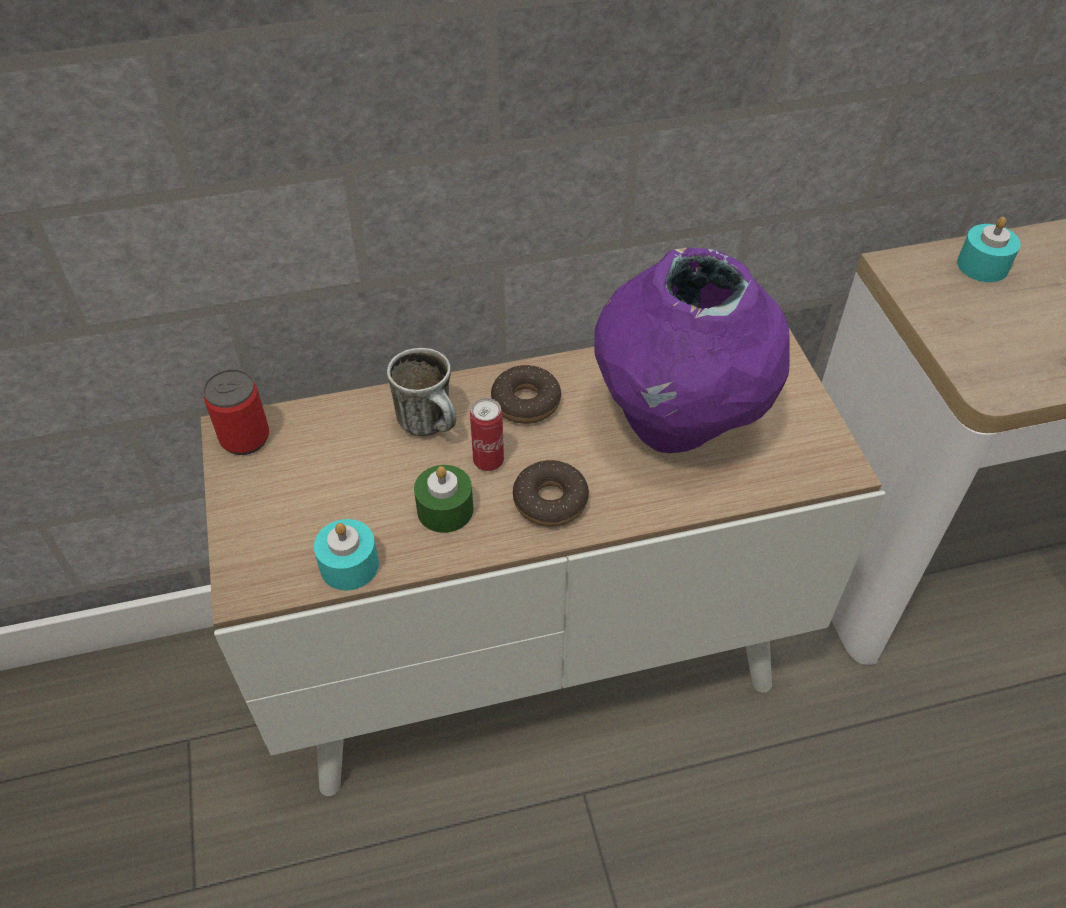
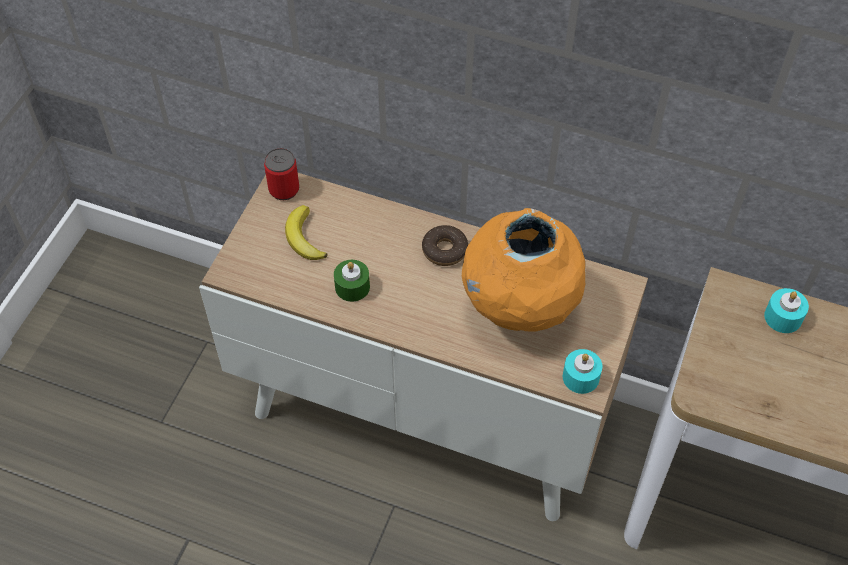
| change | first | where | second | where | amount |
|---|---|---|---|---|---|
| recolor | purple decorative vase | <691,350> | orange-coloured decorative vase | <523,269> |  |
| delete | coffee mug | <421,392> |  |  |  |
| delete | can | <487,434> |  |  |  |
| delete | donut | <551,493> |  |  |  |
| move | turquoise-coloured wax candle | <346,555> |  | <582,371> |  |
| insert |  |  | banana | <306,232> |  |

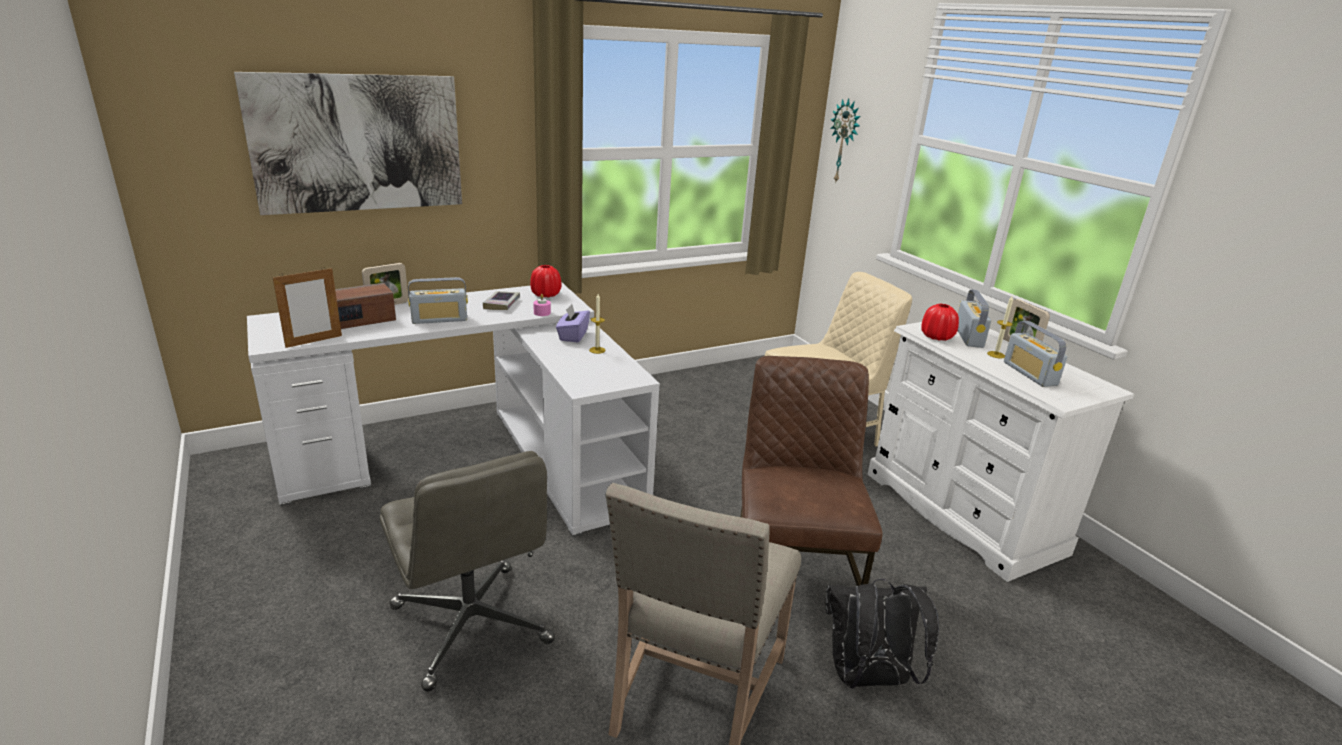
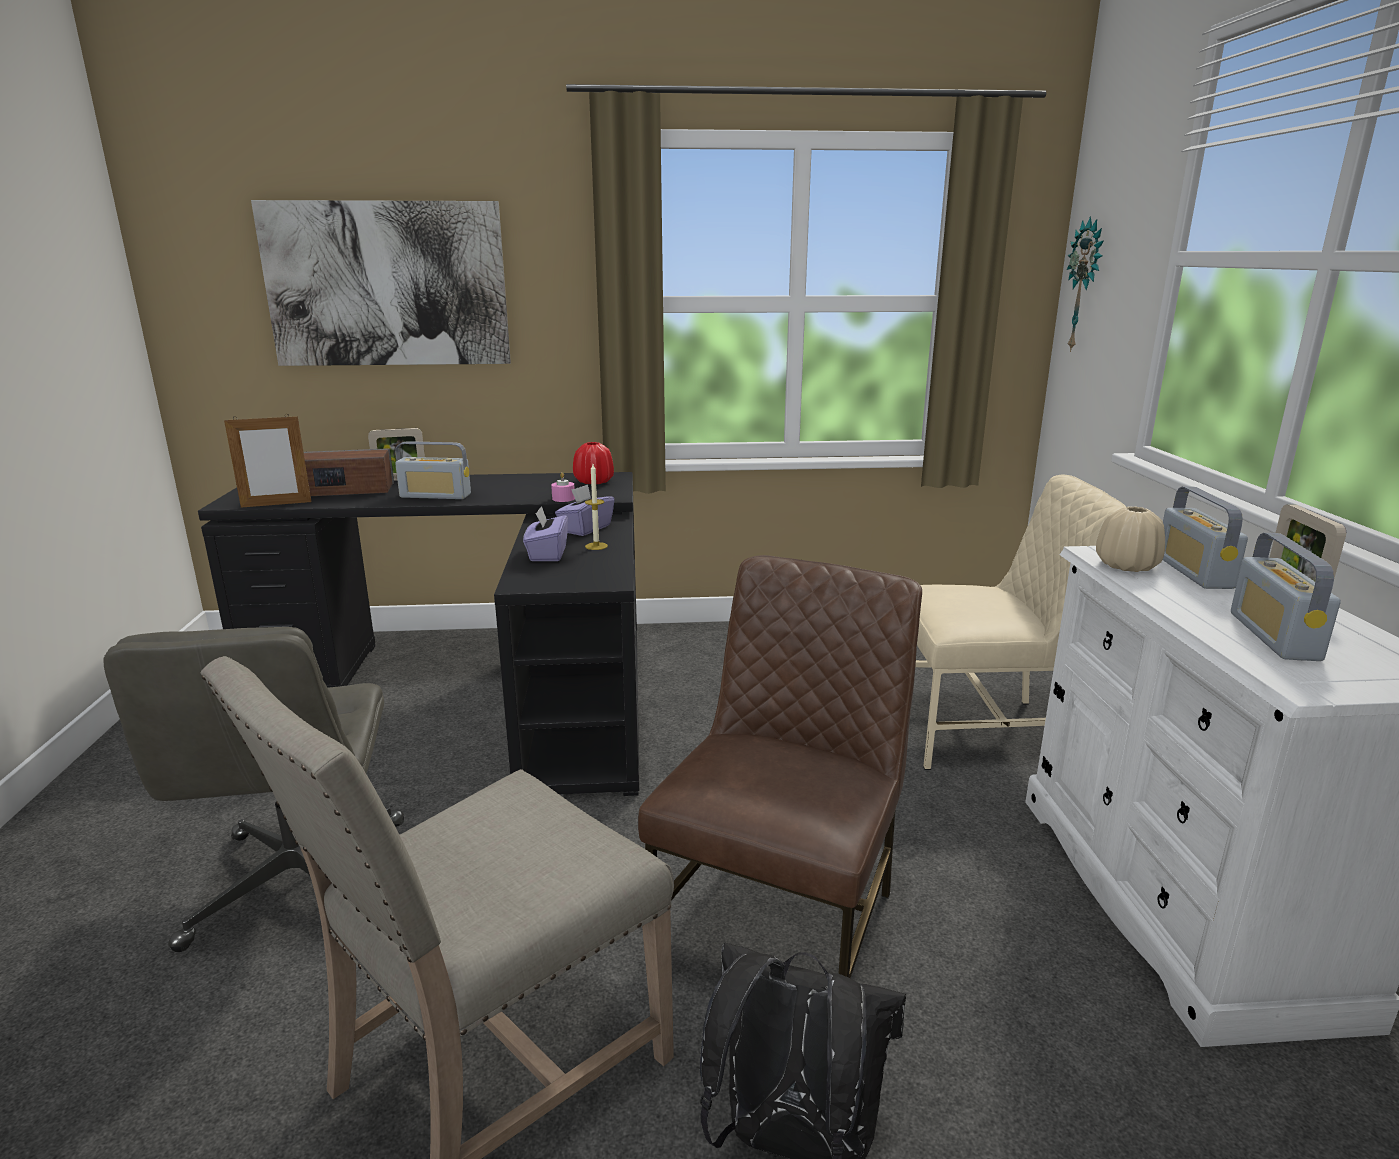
| change | first | where | second | where | amount |
|---|---|---|---|---|---|
| recolor | whitish desk | <453,409> | black-coloured desk | <418,634> |  |
| rotate | radio receiver | <974,318> |  | <1205,538> | 150 degrees clockwise |
| delete | book | <501,300> |  |  |  |
| delete | wax candle | <1000,327> |  |  |  |
| recolor | red-coloured decorative vase | <940,322> | sand-coloured decorative vase | <1130,539> |  |
| insert |  |  | purple box of tissues | <545,533> |  |

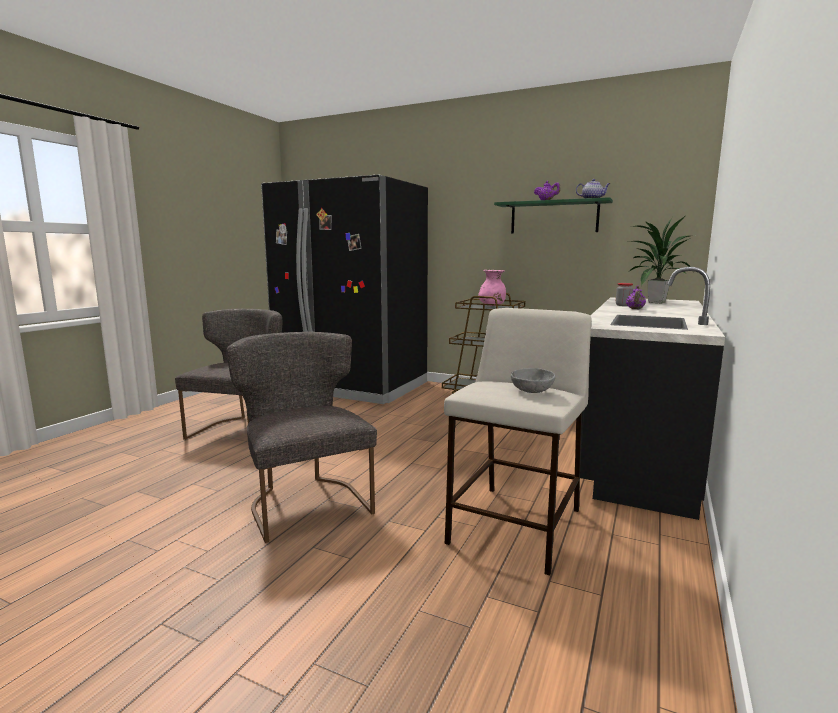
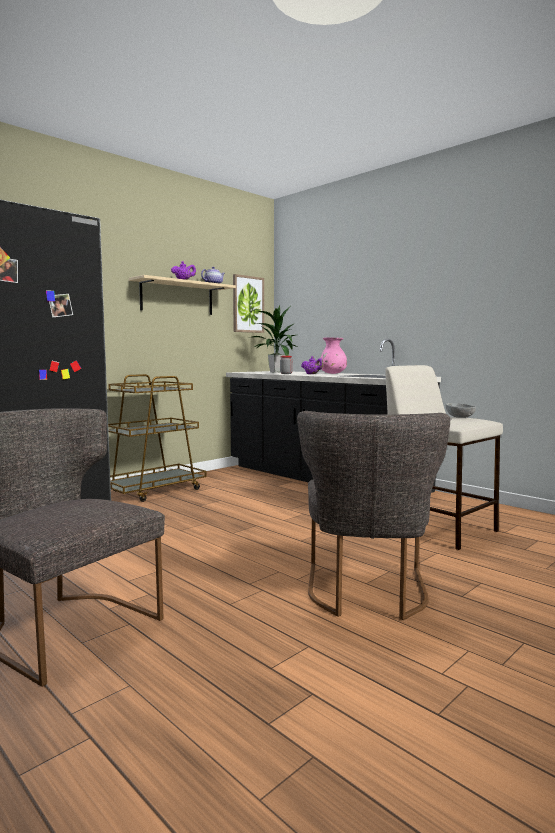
| change | first | where | second | where | amount |
|---|---|---|---|---|---|
| recolor | greenish bracket shelf | <553,215> | sand-coloured bracket shelf | <182,295> |  |
| move | pinkish decorative vase | <492,288> |  | <333,355> |  |
| rotate | gray upright chair | <301,437> |  | <373,515> | 75 degrees counterclockwise |
| insert |  |  | picture | <248,303> |  |

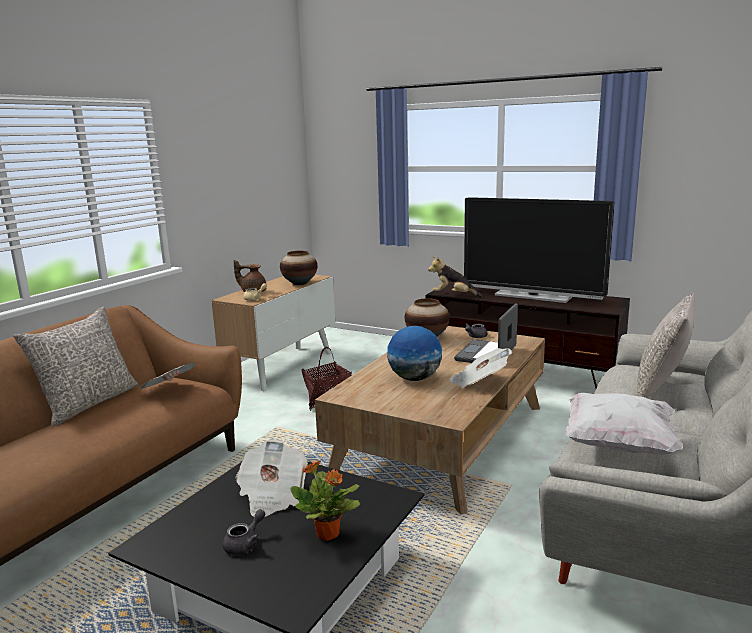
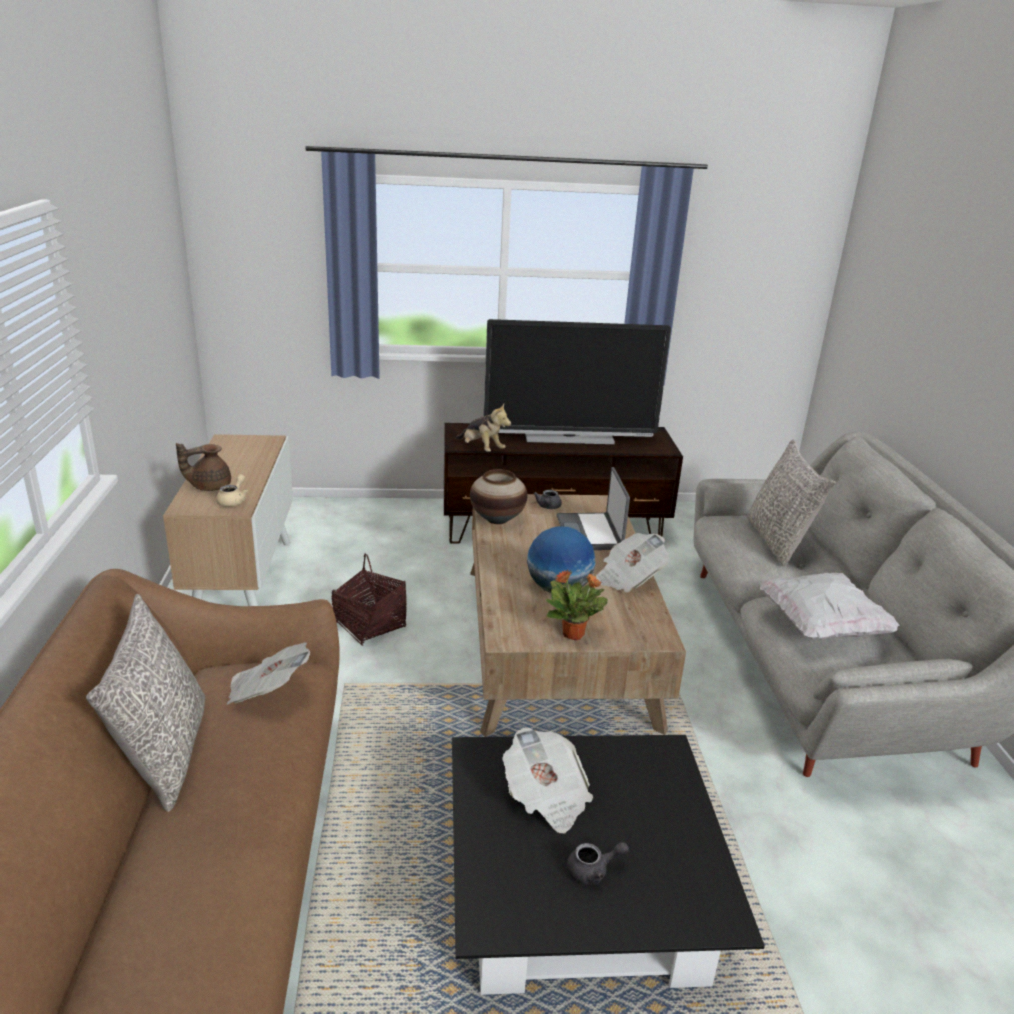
| change | first | where | second | where | amount |
|---|---|---|---|---|---|
| delete | decorative vase | <298,268> |  |  |  |
| rotate | plush toy | <455,276> |  | <483,428> | 120 degrees counterclockwise |
| move | potted plant | <325,500> |  | <577,605> |  |
| rotate | gray pot for tea | <244,532> |  | <598,863> | 75 degrees clockwise |

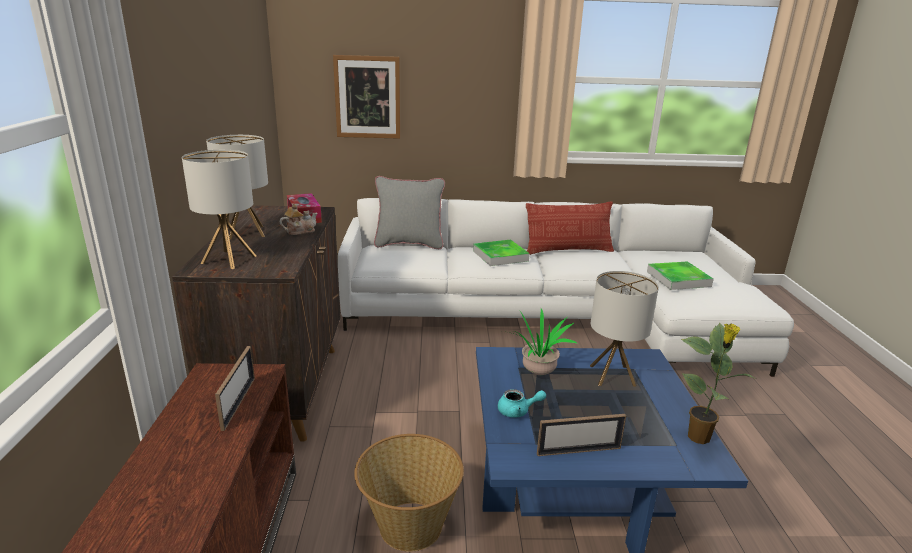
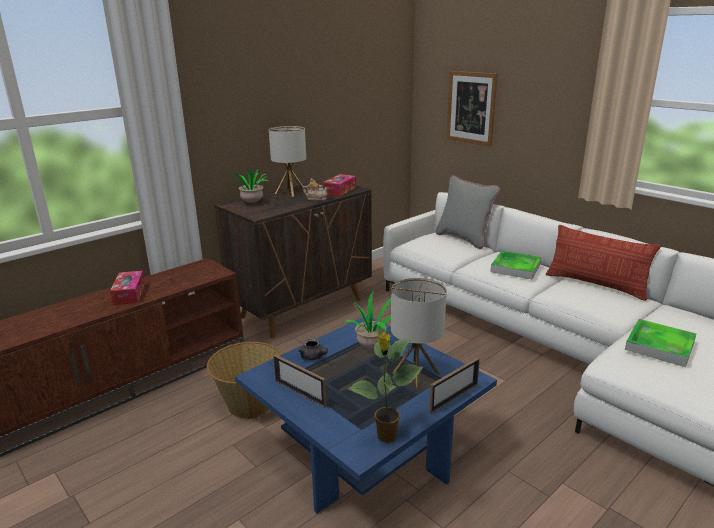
| change | first | where | second | where | amount |
|---|---|---|---|---|---|
| replace | table lamp | <219,209> | potted plant | <248,185> |  |
| move | standing frame | <235,388> |  | <454,385> |  |
| recolor | turquoise-coloured pot for tea | <522,403> | gray pot for tea | <313,349> |  |
| insert |  |  | box of tissues | <127,288> |  |

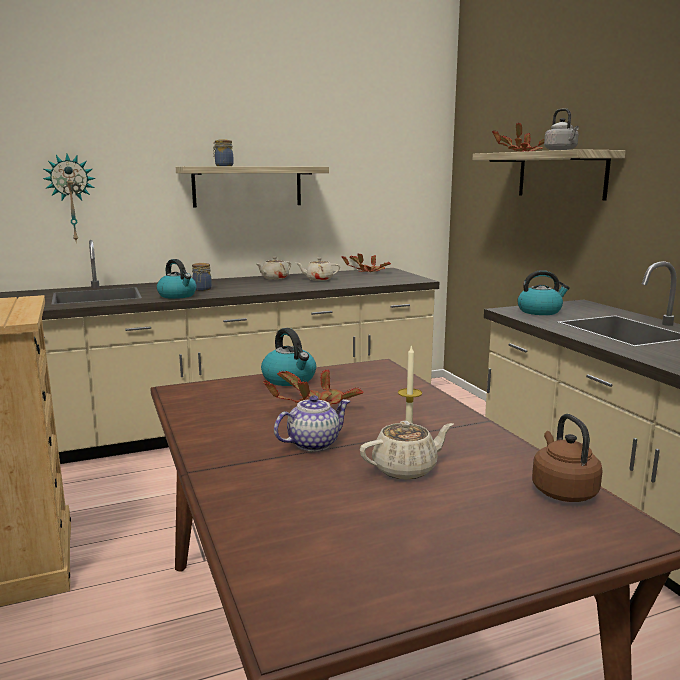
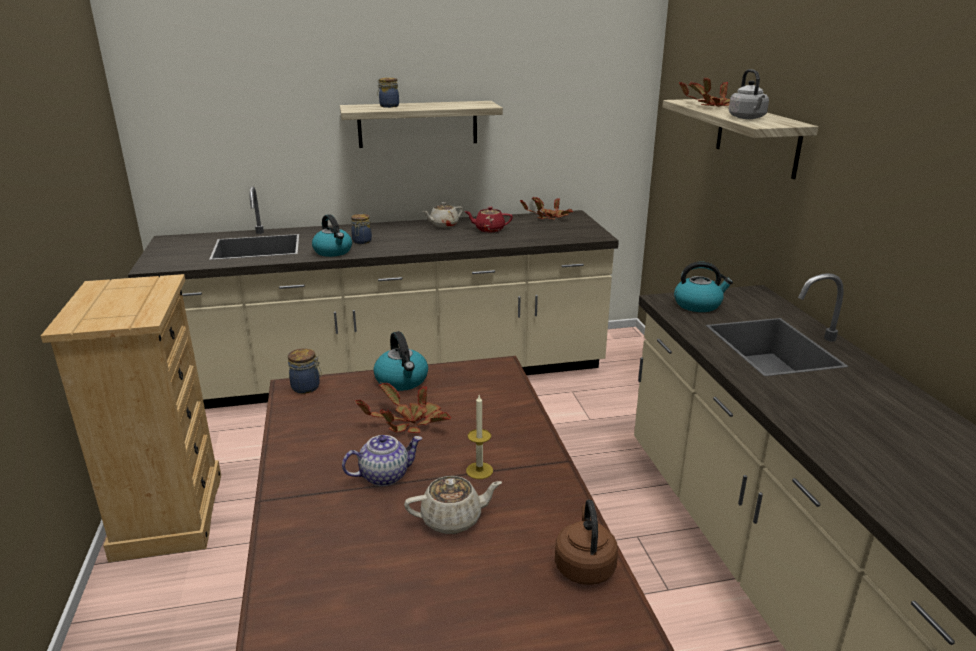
| change | first | where | second | where | amount |
|---|---|---|---|---|---|
| delete | clock on the wall | <69,198> |  |  |  |
| recolor | sand-coloured pot for tea | <318,269> | red-coloured pot for tea | <488,219> |  |
| insert |  |  | jar | <305,371> |  |

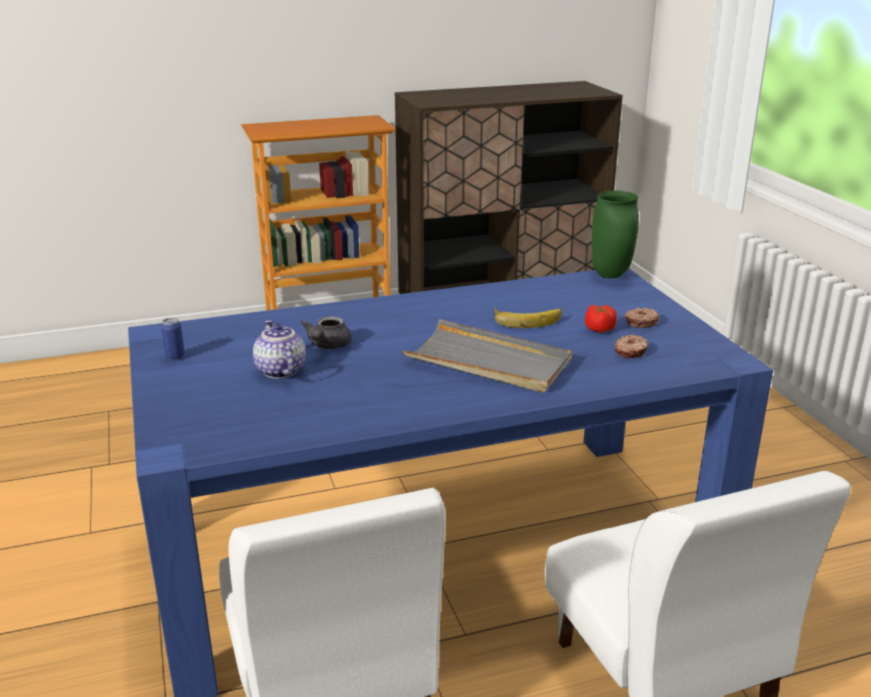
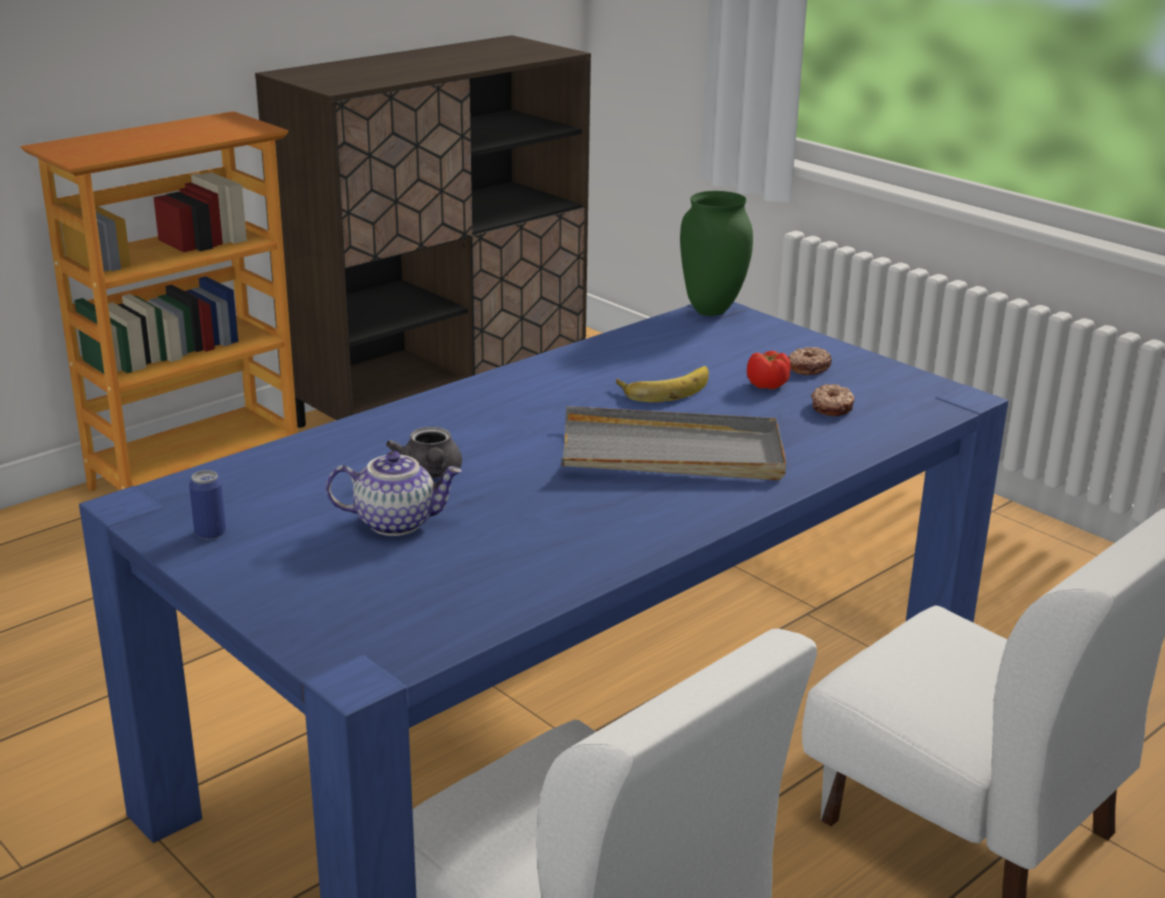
| change | first | where | second | where | amount |
|---|---|---|---|---|---|
| rotate | pot for tea | <279,349> |  | <394,493> | 135 degrees clockwise |

